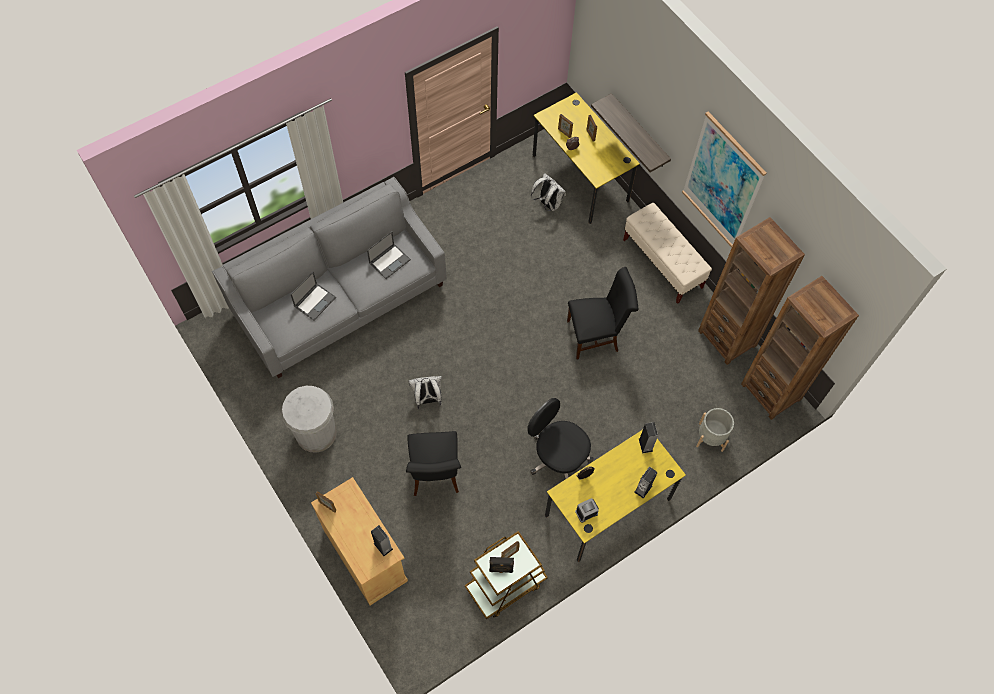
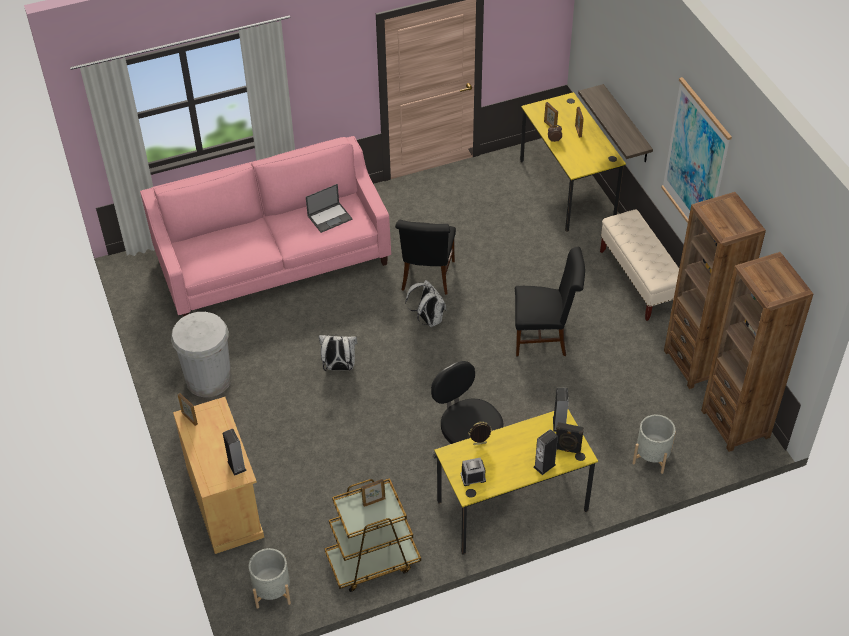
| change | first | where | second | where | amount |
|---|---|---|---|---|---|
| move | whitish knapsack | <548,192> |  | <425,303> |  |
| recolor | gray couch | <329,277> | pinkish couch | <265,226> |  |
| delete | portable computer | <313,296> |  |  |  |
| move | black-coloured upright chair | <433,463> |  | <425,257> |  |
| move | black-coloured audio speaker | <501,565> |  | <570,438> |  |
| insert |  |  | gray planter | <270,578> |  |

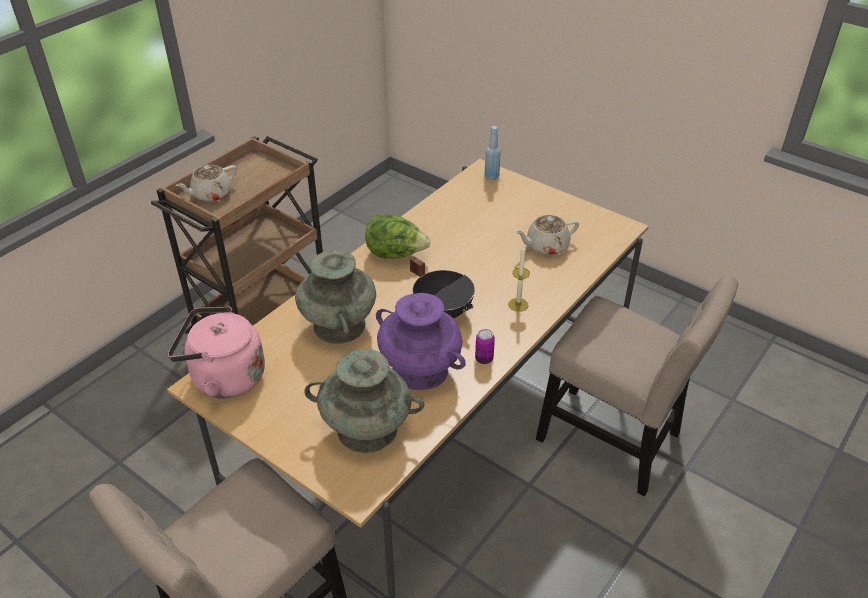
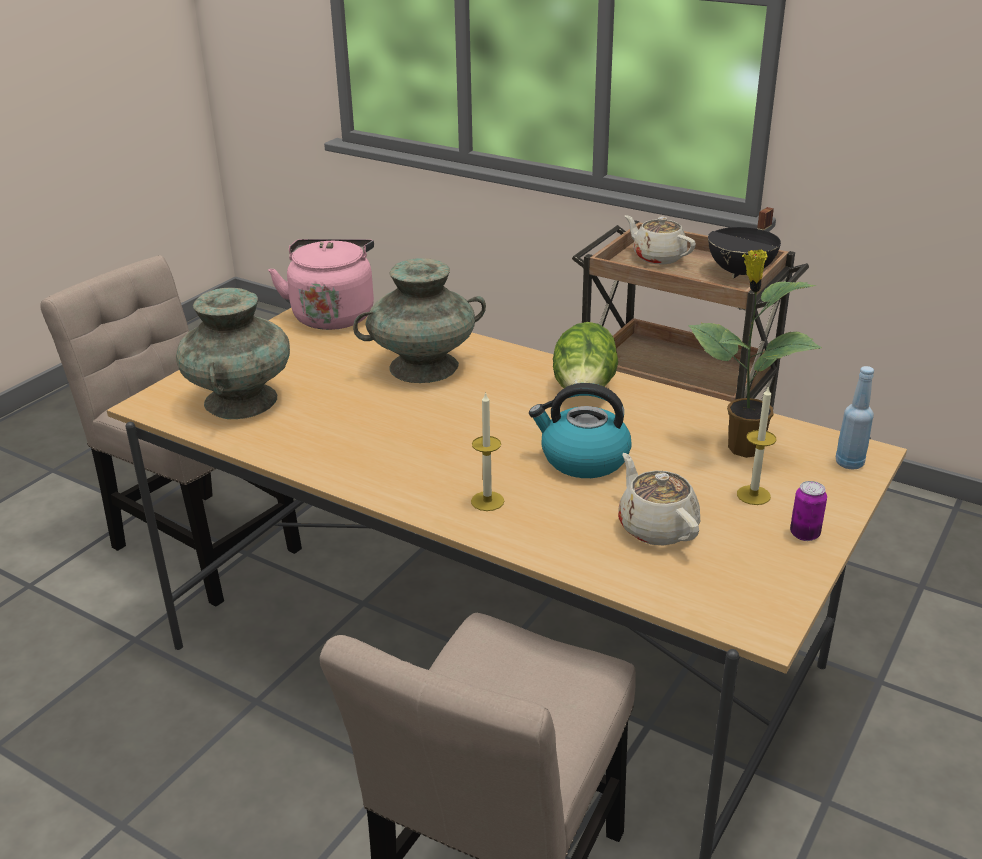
| change | first | where | second | where | amount |
|---|---|---|---|---|---|
| move | black-coloured stockpot | <442,287> |  | <744,242> |  |
| delete | purple decorative vase | <421,341> |  |  |  |
| move | can | <485,346> |  | <808,511> |  |
| insert |  |  | potted plant | <755,353> |  |
| insert |  |  | water kettle | <580,430> |  |
| insert |  |  | wax candle | <756,445> |  |

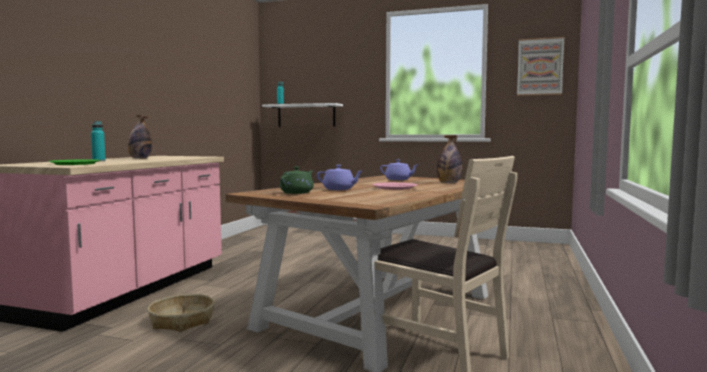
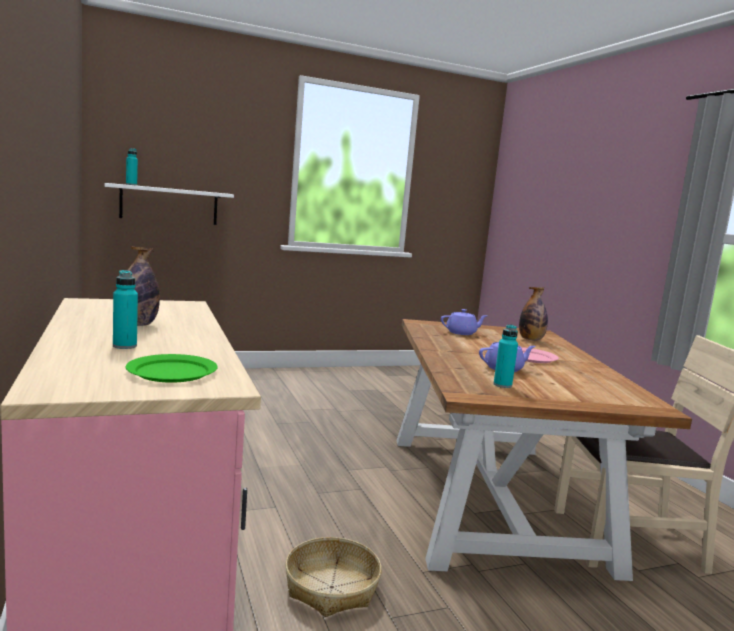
| change | first | where | second | where | amount |
|---|---|---|---|---|---|
| delete | picture | <540,66> |  |  |  |
| replace | greenish pot for tea | <297,180> | turquoise-coloured drink bottle | <505,356> |  |

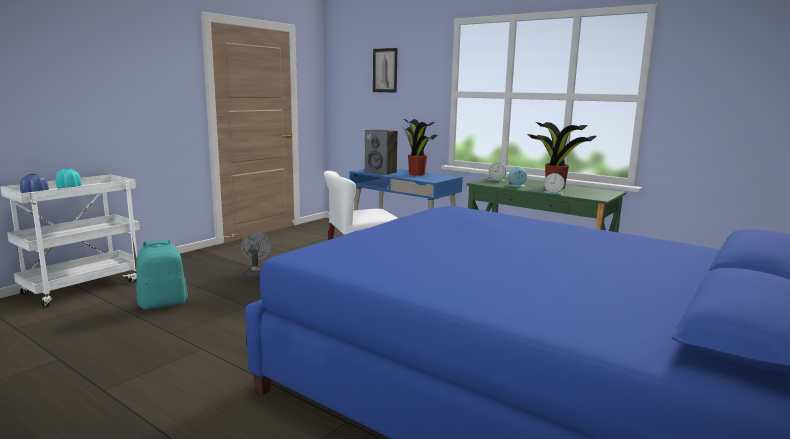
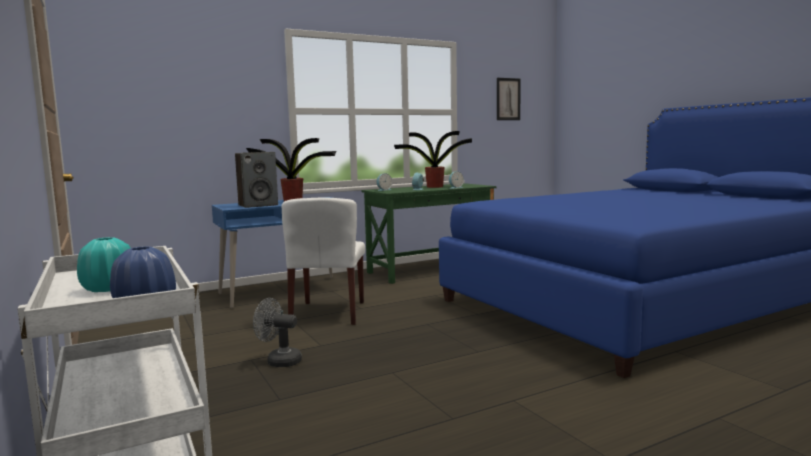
| change | first | where | second | where | amount |
|---|---|---|---|---|---|
| move | picture | <385,70> |  | <509,99> |  |
| delete | turquoise-coloured knapsack | <162,274> |  |  |  |

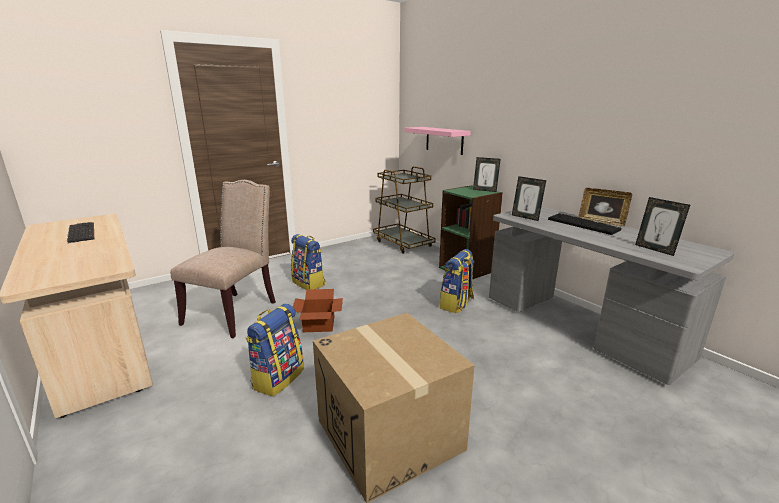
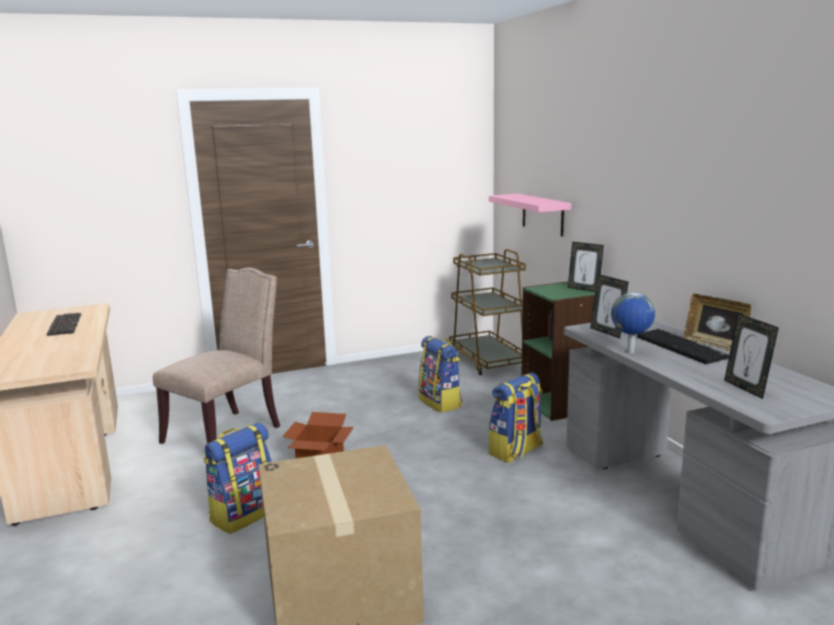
| change | first | where | second | where | amount |
|---|---|---|---|---|---|
| move | knapsack | <308,262> |  | <440,374> |  |
| insert |  |  | globe | <633,322> |  |

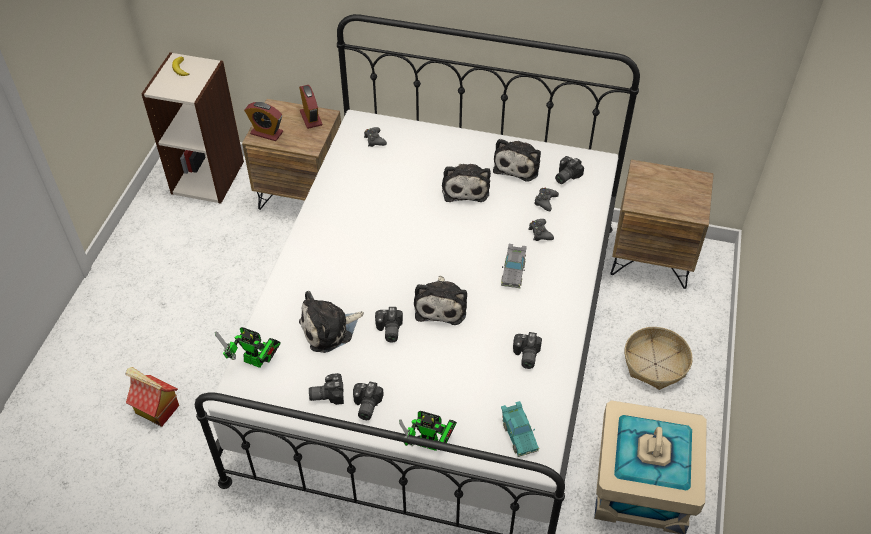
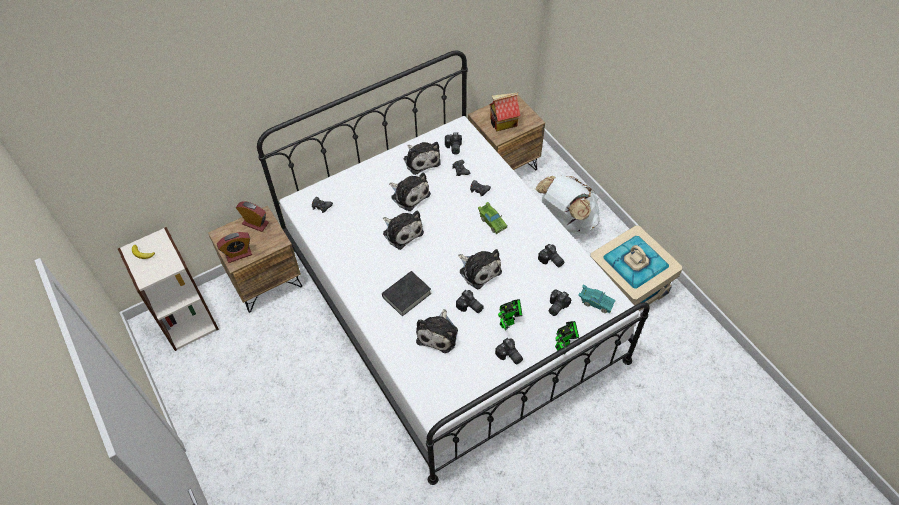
| change | first | where | second | where | amount |
|---|---|---|---|---|---|
| recolor | gray model car | <514,266> | greenish model car | <493,218> |  |
| move | robot figure | <248,347> |  | <510,315> |  |
| replace | storage basket | <658,358> | whitish knapsack | <568,204> |  |
| move | toy house | <152,397> |  | <504,112> |  |
| move | photo camera | <326,389> |  | <560,303> |  |
| insert |  |  | plush toy | <403,230> |  |
| insert |  |  | black-coloured book | <406,293> |  |

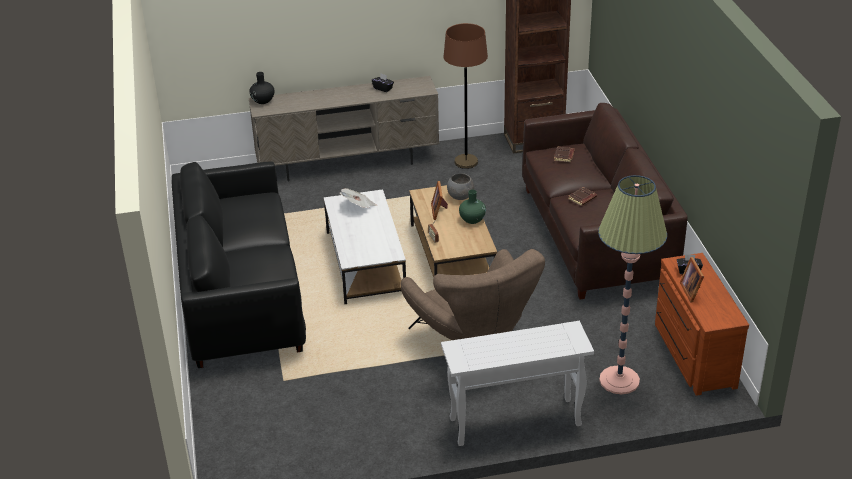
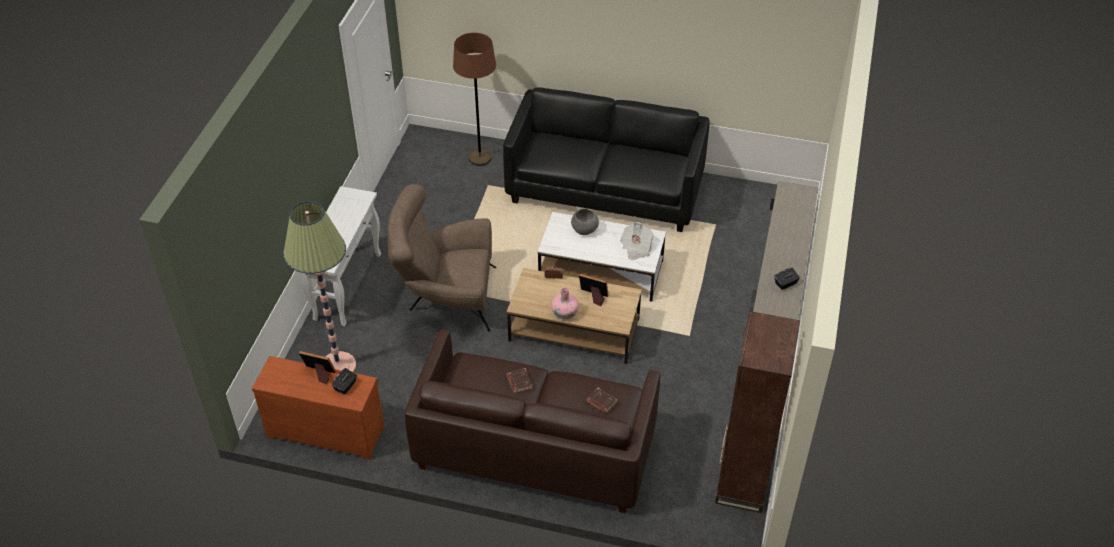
| change | first | where | second | where | amount |
|---|---|---|---|---|---|
| move | brown standing lamp | <465,96> |  | <474,99> |  |
| delete | black-coloured decorative vase | <261,88> |  |  |  |
| move | gray serving bowl | <460,186> |  | <585,222> |  |
| recolor | greenish decorative vase | <472,207> | pinkish decorative vase | <565,304> |  |

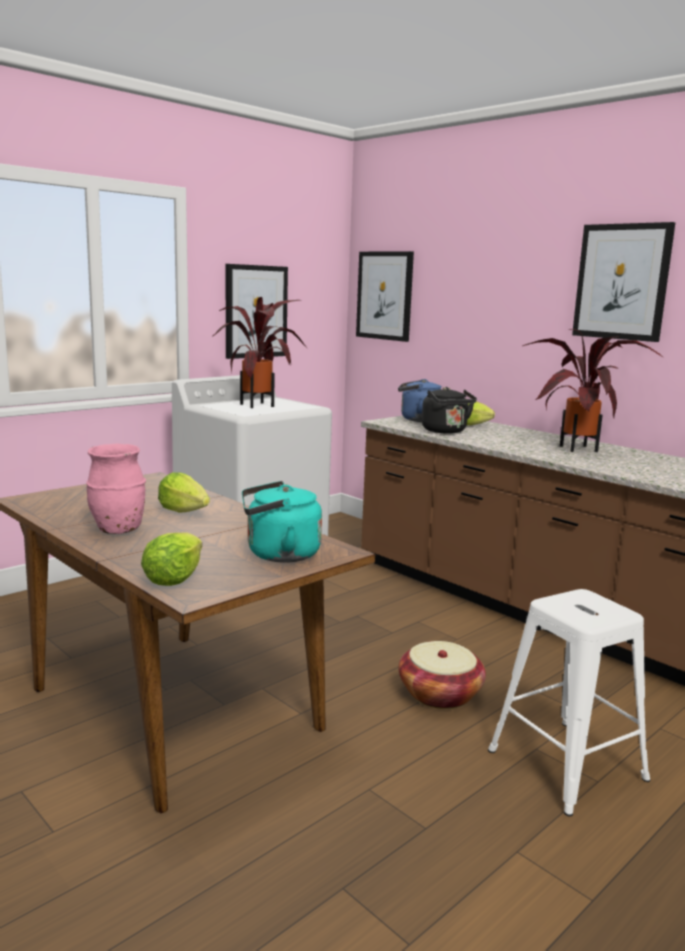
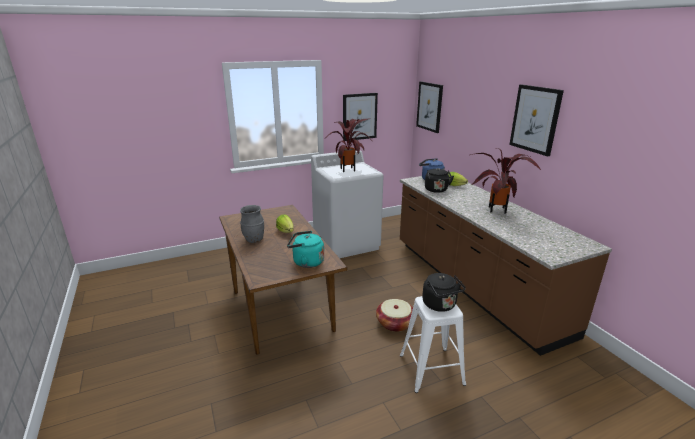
| change | first | where | second | where | amount |
|---|---|---|---|---|---|
| recolor | pinkish decorative vase | <116,488> | gray decorative vase | <252,224> |  |
| delete | lettuce head | <171,559> |  |  |  |
| insert |  |  | black-coloured water kettle | <444,292> |  |

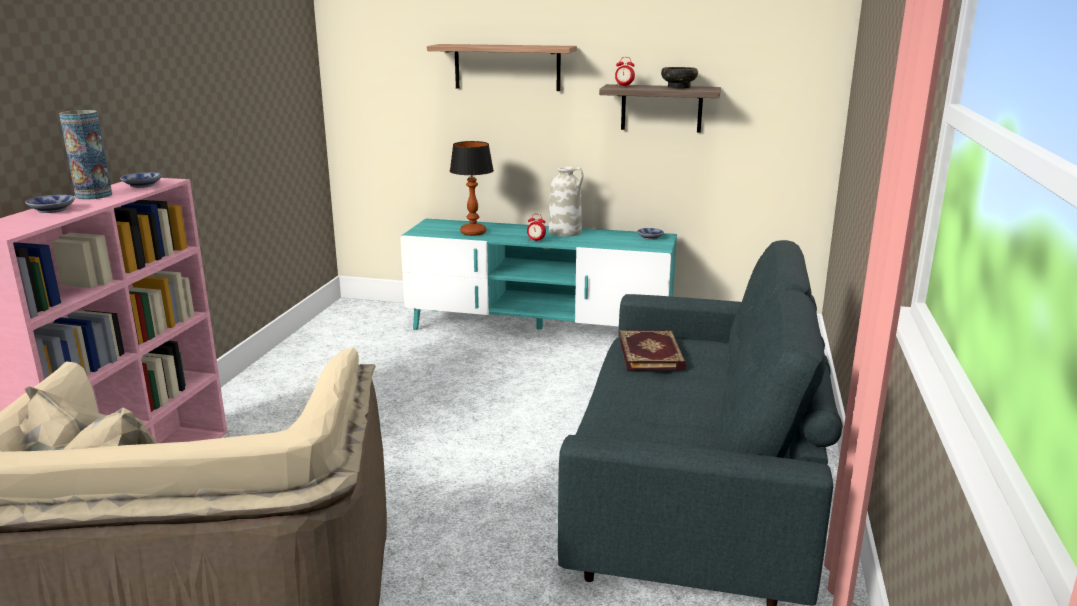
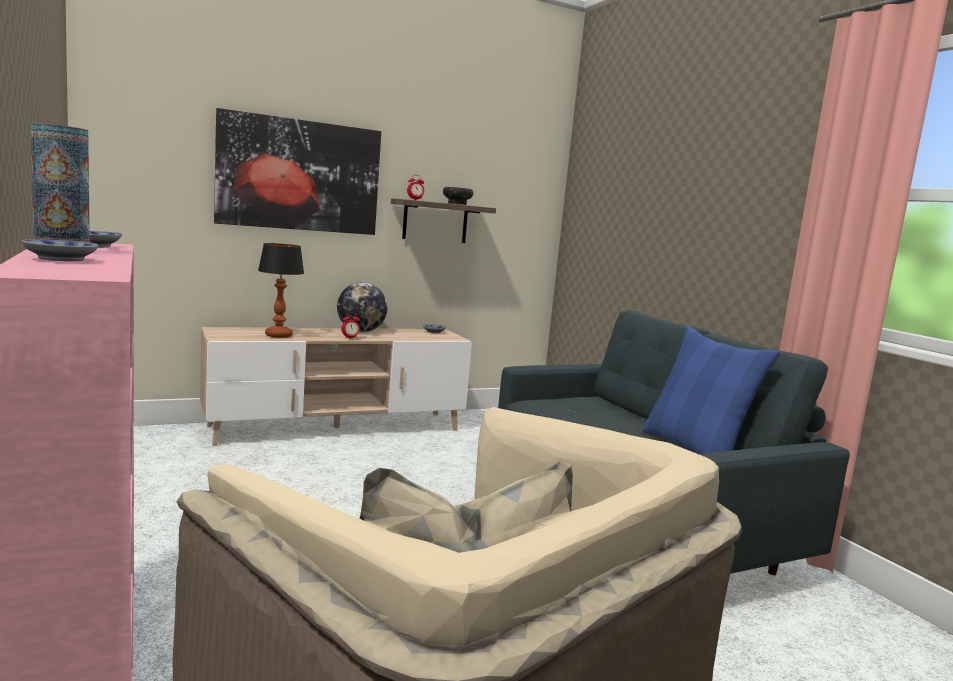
| change | first | where | second | where | amount |
|---|---|---|---|---|---|
| replace | bracket shelf | <502,67> | picture | <297,171> |  |
| replace | whitish decorative vase | <566,201> | globe | <362,307> |  |
| recolor | turquoise-coloured media console | <538,274> | sand-coloured media console | <336,386> |  |
| delete | book | <652,350> |  |  |  |
| insert |  |  | blue-coloured throw pillow | <711,390> |  |

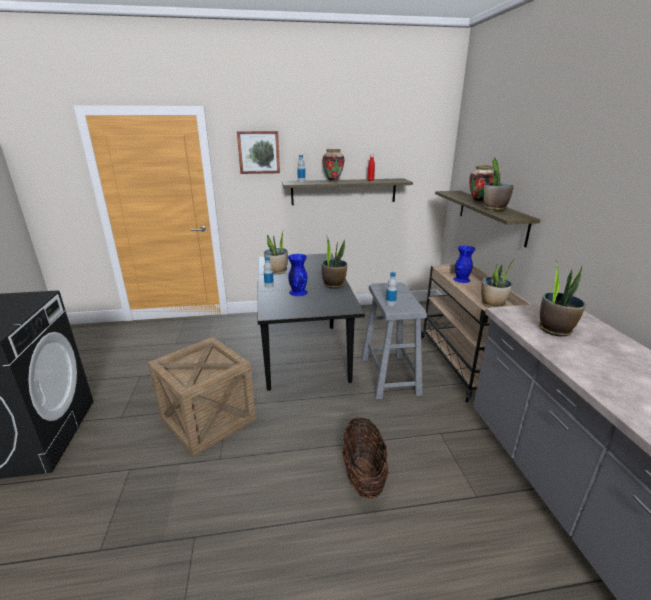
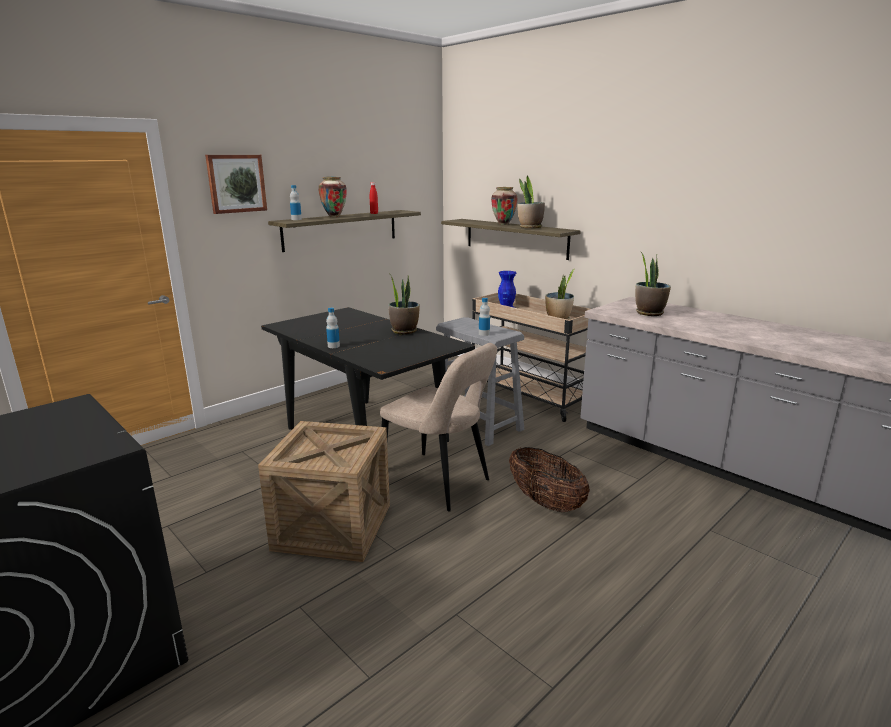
| change | first | where | second | where | amount |
|---|---|---|---|---|---|
| delete | potted plant | <276,252> |  |  |  |
| delete | blue-coloured decorative vase | <298,275> |  |  |  |
| insert |  |  | sand-coloured upright chair | <438,427> |  |

